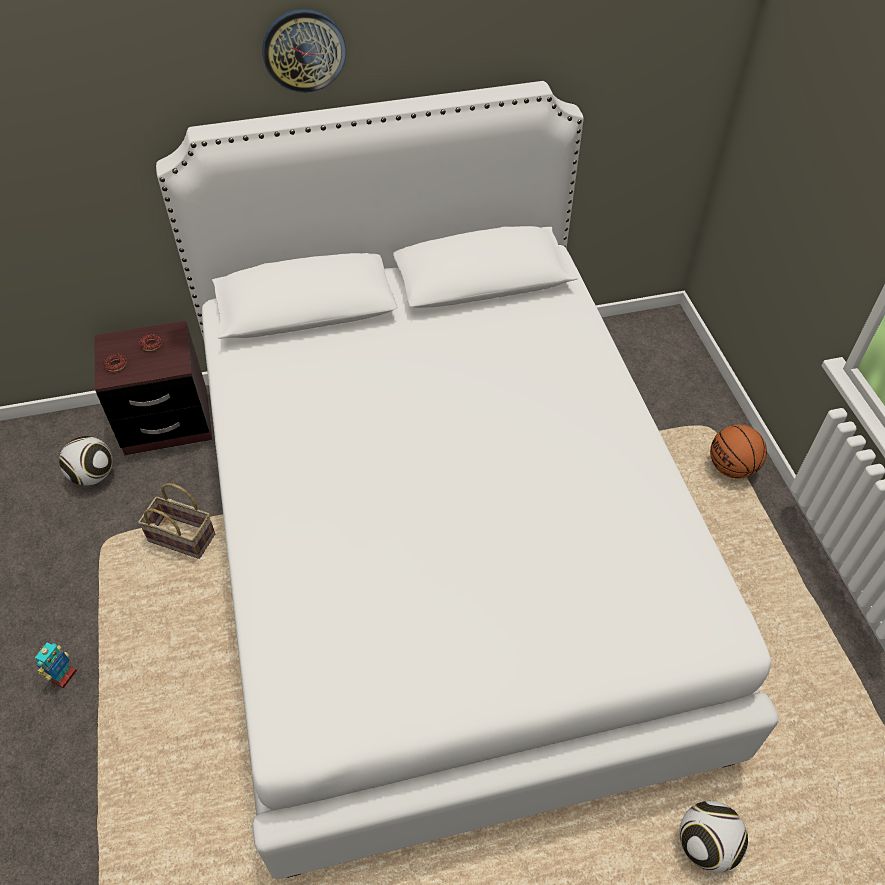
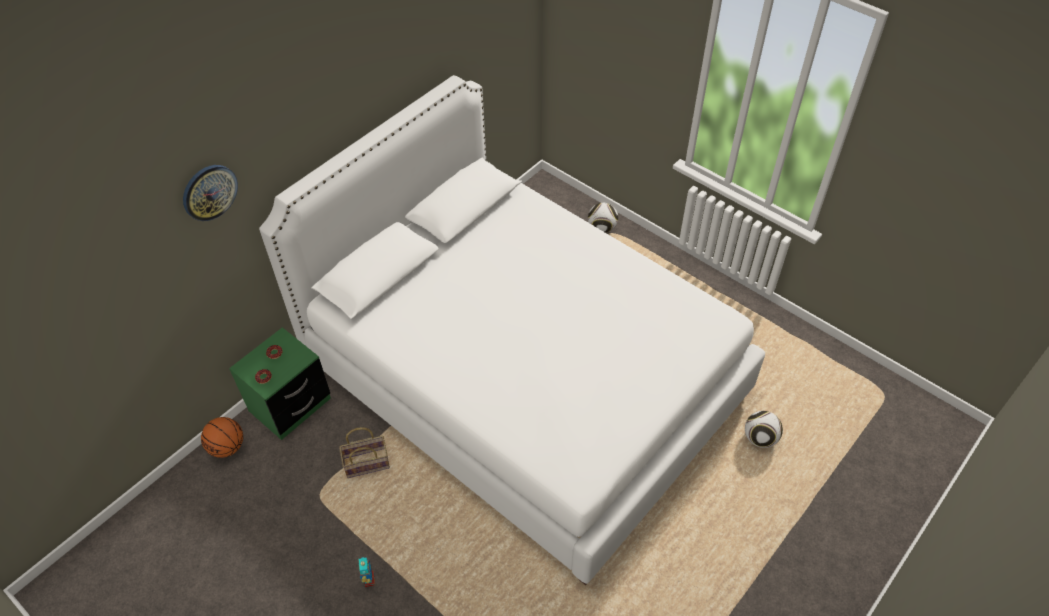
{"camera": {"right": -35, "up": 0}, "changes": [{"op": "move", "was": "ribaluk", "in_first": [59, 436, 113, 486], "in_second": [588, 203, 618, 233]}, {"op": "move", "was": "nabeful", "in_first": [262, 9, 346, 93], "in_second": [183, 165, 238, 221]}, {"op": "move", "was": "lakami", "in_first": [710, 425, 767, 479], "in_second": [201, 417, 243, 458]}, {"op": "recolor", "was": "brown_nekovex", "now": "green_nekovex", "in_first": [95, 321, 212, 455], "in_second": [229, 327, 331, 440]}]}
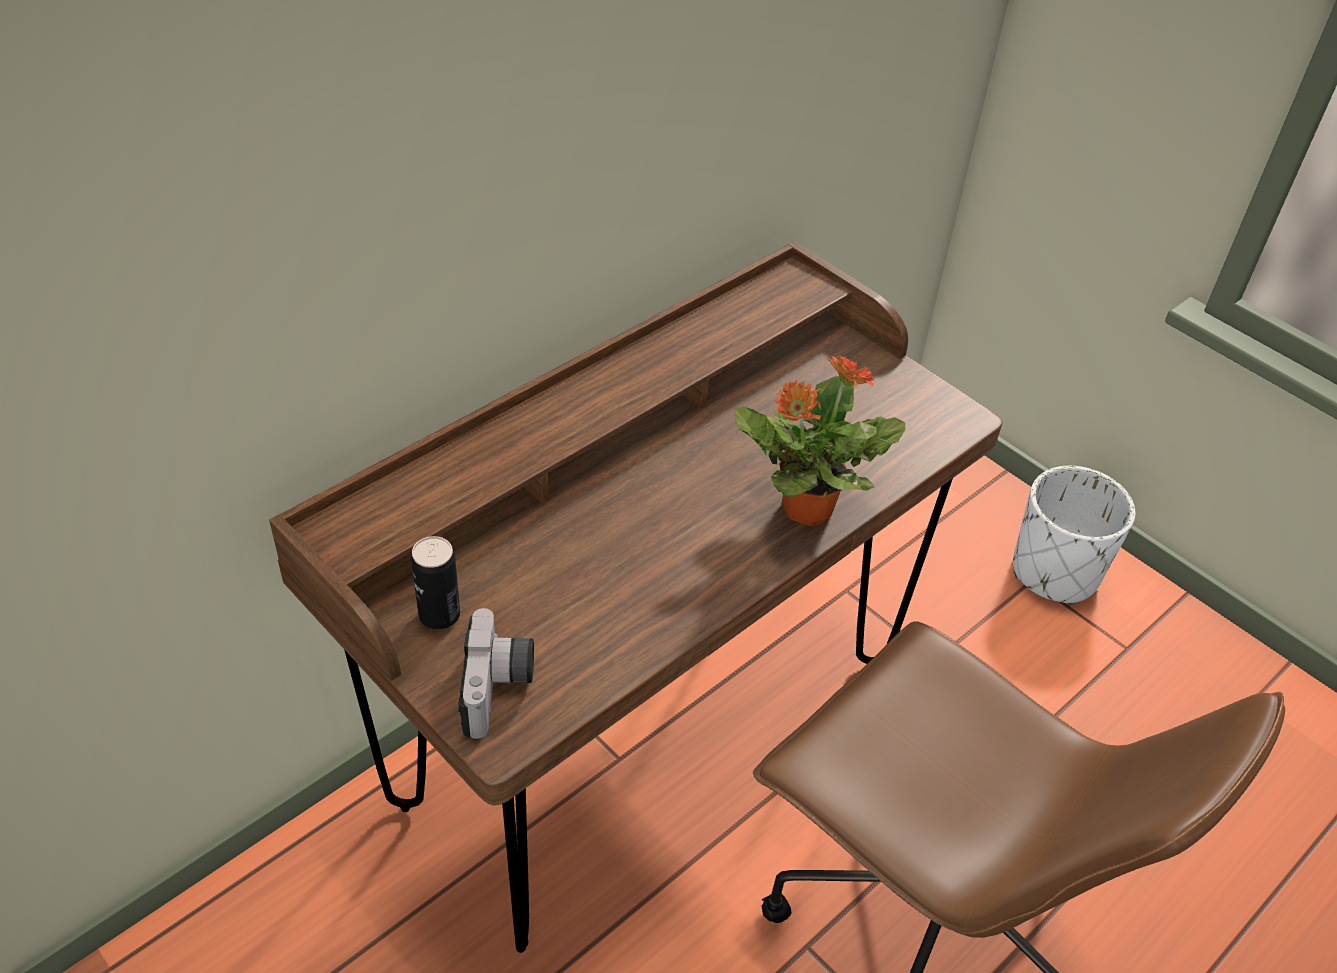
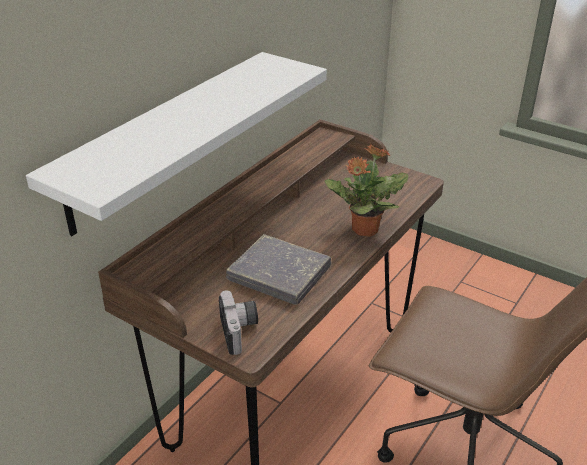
{"camera": {"right": -10, "up": -10}, "changes": [{"op": "delete", "was": "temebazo", "in_first": [411, 536, 460, 629]}, {"op": "delete", "was": "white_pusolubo", "in_first": [1013, 466, 1135, 605]}, {"op": "insert", "now": "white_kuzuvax", "in_second": [26, 52, 327, 236]}, {"op": "insert", "now": "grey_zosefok", "in_second": [226, 234, 331, 305]}]}
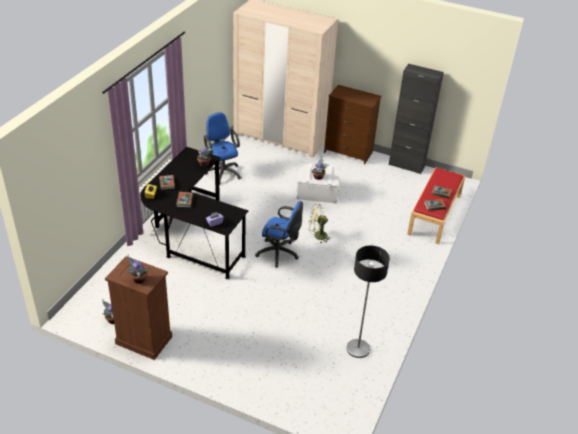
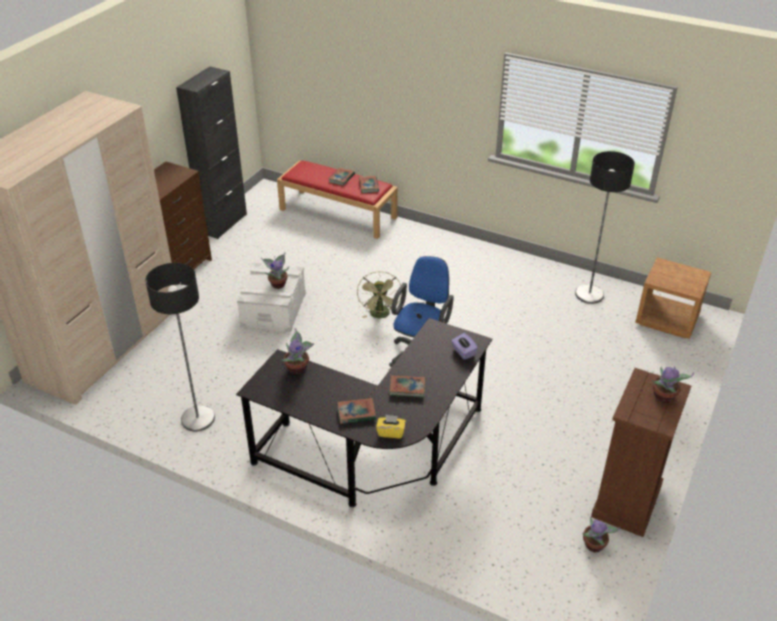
{"camera": {"right": -85, "up": 0}, "changes": [{"op": "insert", "now": "brown_nekovex", "in_second": [635, 258, 712, 339]}, {"op": "replace", "was": "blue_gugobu", "now": "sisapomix", "in_first": [204, 112, 241, 184], "in_second": [145, 263, 215, 431]}]}
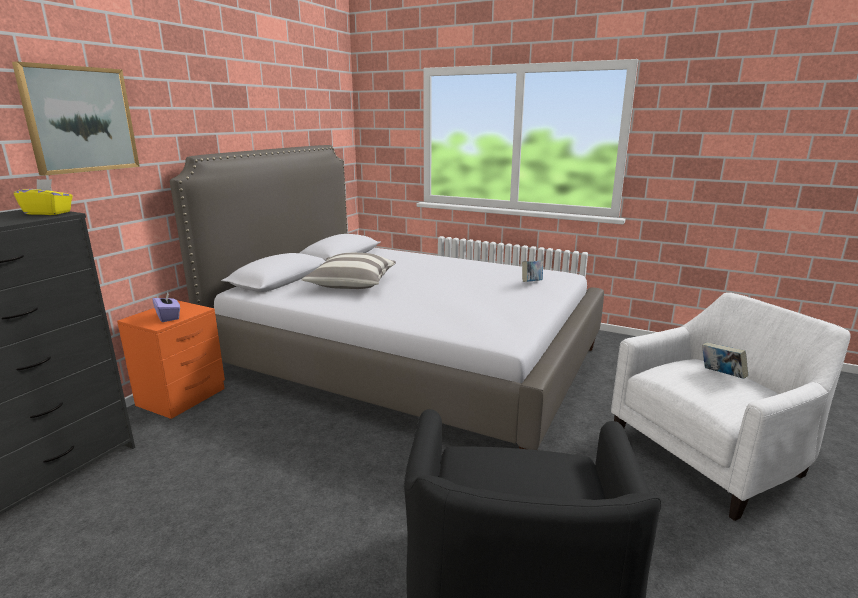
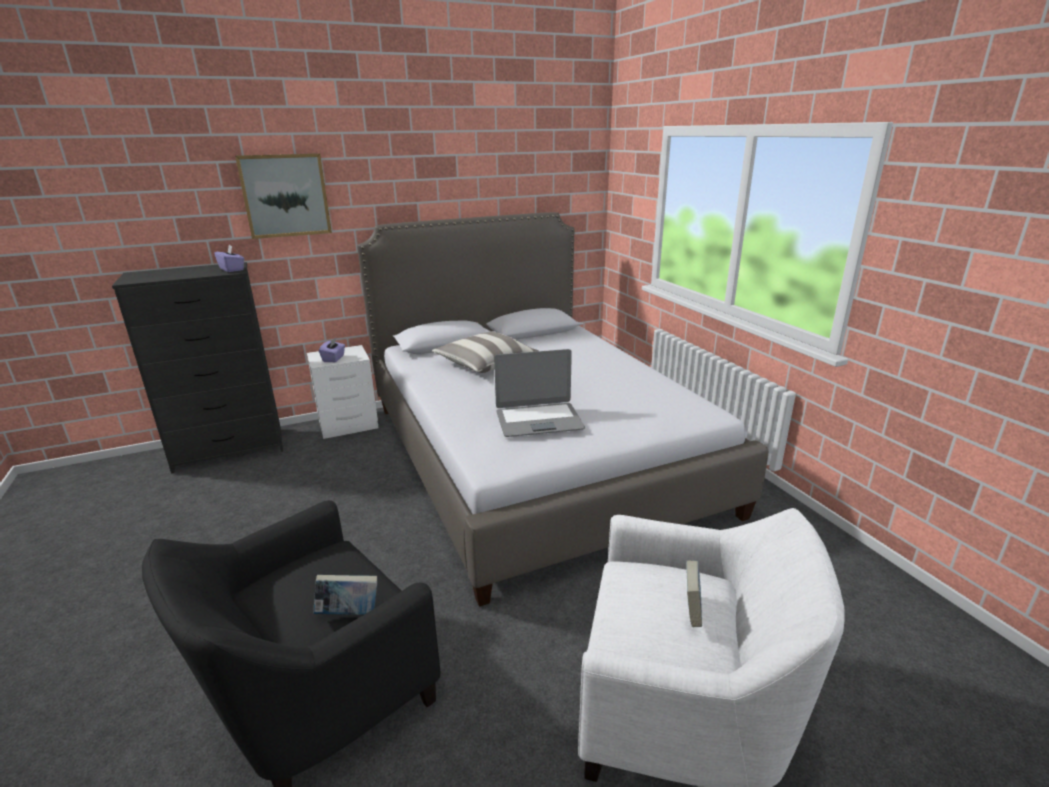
{"camera": {"right": 40, "up": 5}, "changes": [{"op": "insert", "now": "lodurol", "in_second": [494, 349, 585, 437]}, {"op": "move", "was": "zosefok", "in_first": [522, 261, 543, 282], "in_second": [313, 575, 377, 615]}, {"op": "recolor", "was": "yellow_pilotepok", "now": "purple_pilotepok", "in_first": [14, 179, 73, 215], "in_second": [214, 245, 244, 272]}, {"op": "recolor", "was": "orange_nekovex", "now": "white_nekovex", "in_first": [117, 300, 225, 419], "in_second": [307, 345, 379, 439]}]}
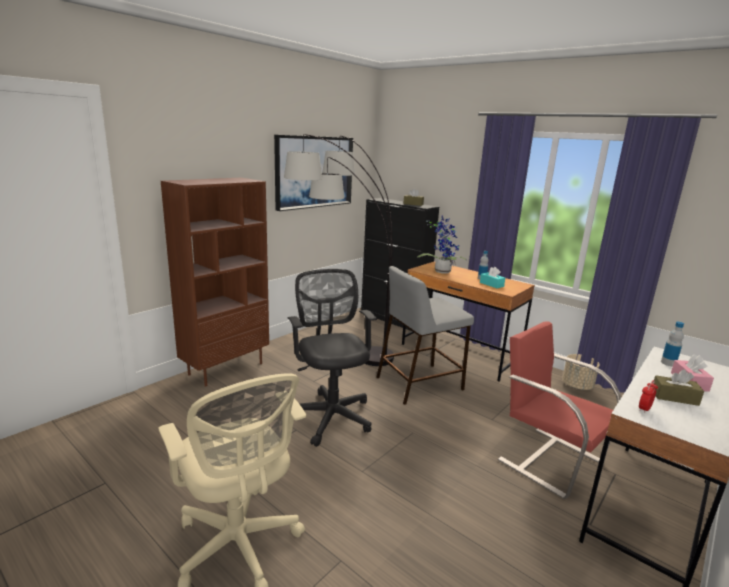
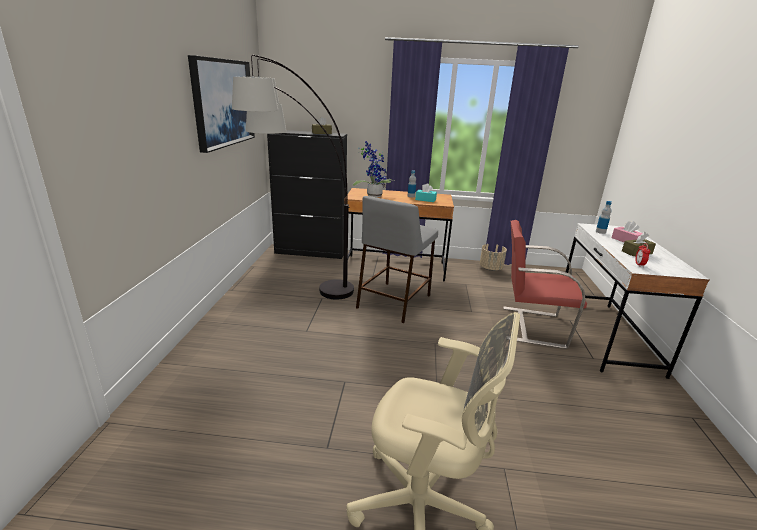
{"camera": {"right": -35, "up": 5}, "changes": [{"op": "delete", "was": "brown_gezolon", "in_first": [161, 178, 269, 387]}, {"op": "delete", "was": "black_gugobu", "in_first": [287, 269, 377, 447]}]}
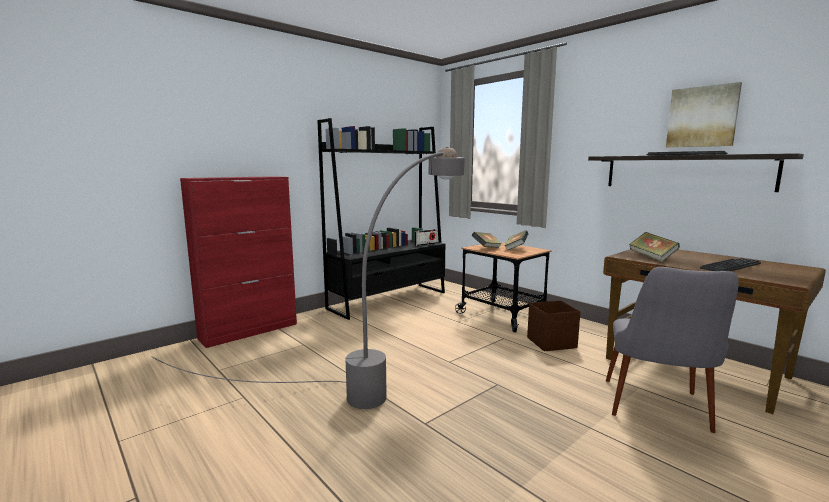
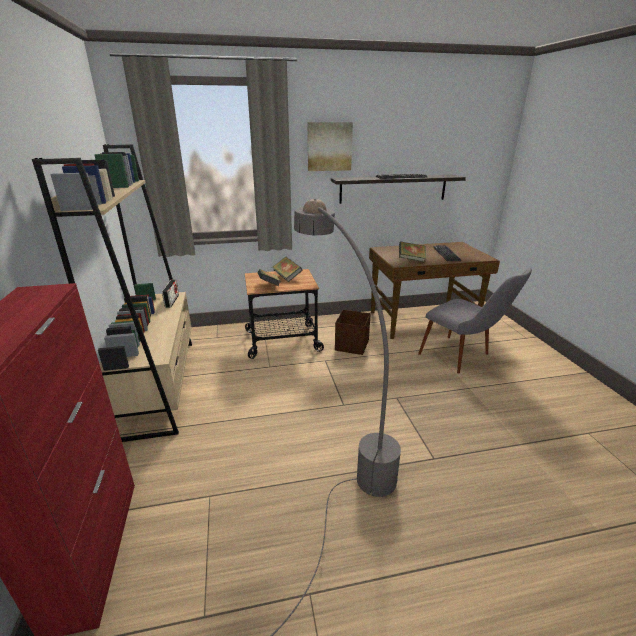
{"camera": {"right": -60, "up": 15}, "changes": [{"op": "move", "was": "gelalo", "in_first": [666, 82, 742, 148], "in_second": [308, 122, 353, 171]}, {"op": "recolor", "was": "black_gezolon", "now": "beige_gezolon", "in_first": [317, 118, 445, 320], "in_second": [32, 144, 192, 442]}]}
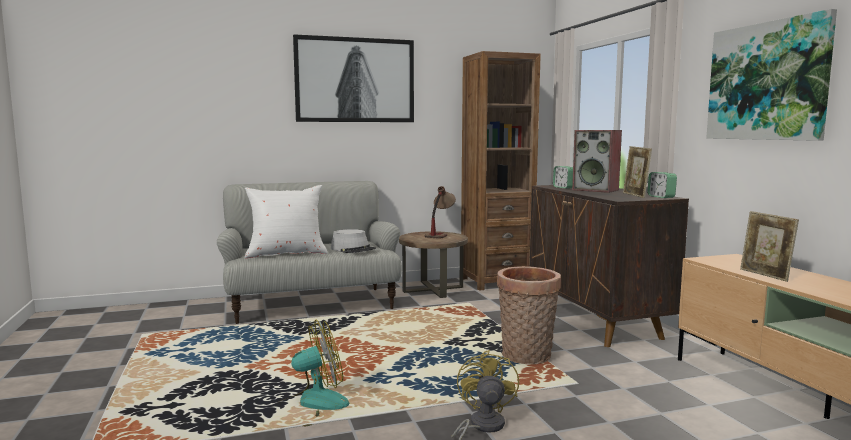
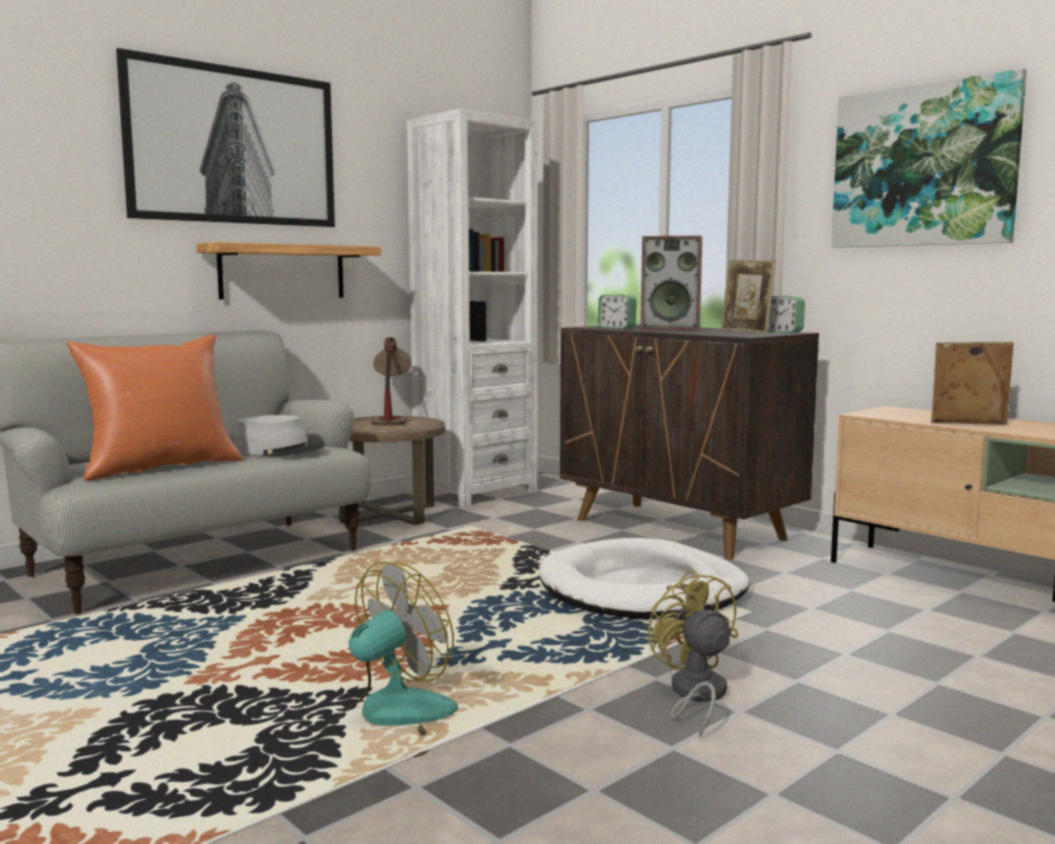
{"camera": {"right": -25, "up": 0}, "changes": [{"op": "insert", "now": "kuzuvax", "in_second": [196, 242, 381, 299]}, {"op": "replace", "was": "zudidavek", "now": "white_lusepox", "in_first": [497, 266, 561, 364], "in_second": [539, 538, 749, 619]}, {"op": "recolor", "was": "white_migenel", "now": "orange_migenel", "in_first": [245, 185, 328, 258], "in_second": [66, 334, 243, 481]}, {"op": "recolor", "was": "brown_gezolon", "now": "white_gezolon", "in_first": [461, 51, 541, 291], "in_second": [407, 109, 538, 507]}, {"op": "rotate", "was": "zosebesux", "in_first": [740, 211, 799, 282], "in_second": [931, 342, 1014, 425], "clockwise": 150}]}
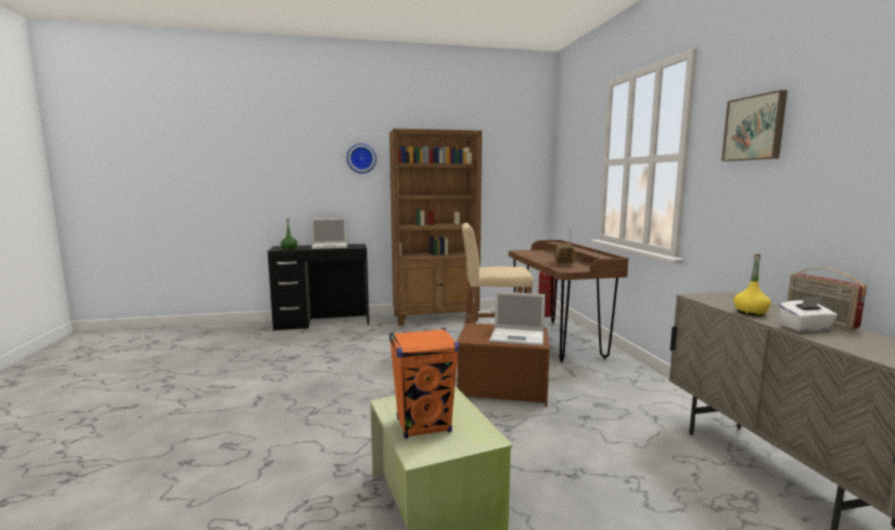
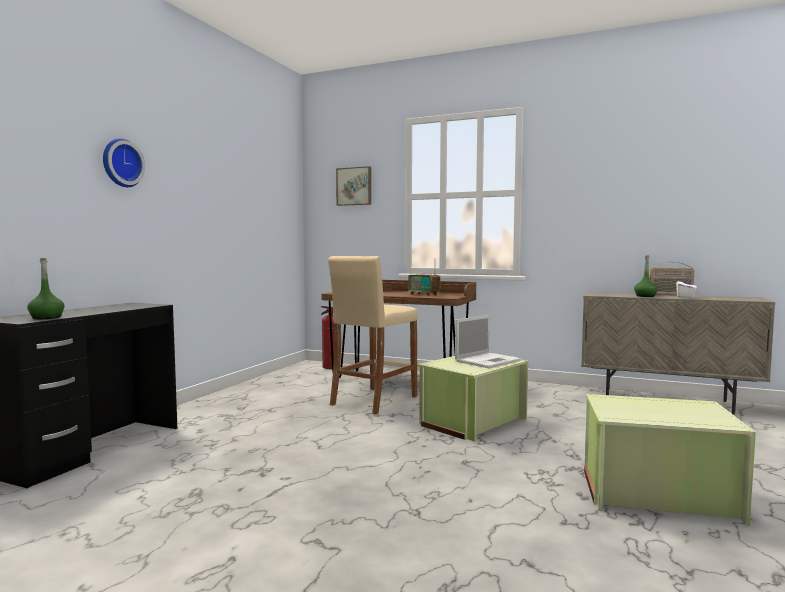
{"camera": {"right": -55, "up": -5}, "changes": [{"op": "delete", "was": "lodurol", "in_first": [311, 218, 347, 249]}, {"op": "delete", "was": "brown_gezolon", "in_first": [389, 128, 482, 326]}, {"op": "delete", "was": "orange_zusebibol", "in_first": [389, 328, 459, 439]}, {"op": "move", "was": "gelalo", "in_first": [722, 90, 788, 161], "in_second": [336, 166, 371, 206]}, {"op": "recolor", "was": "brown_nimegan", "now": "green_nimegan", "in_first": [457, 323, 550, 407], "in_second": [417, 356, 528, 442]}, {"op": "recolor", "was": "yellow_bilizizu", "now": "green_bilizizu", "in_first": [734, 254, 771, 316], "in_second": [634, 255, 658, 297]}]}
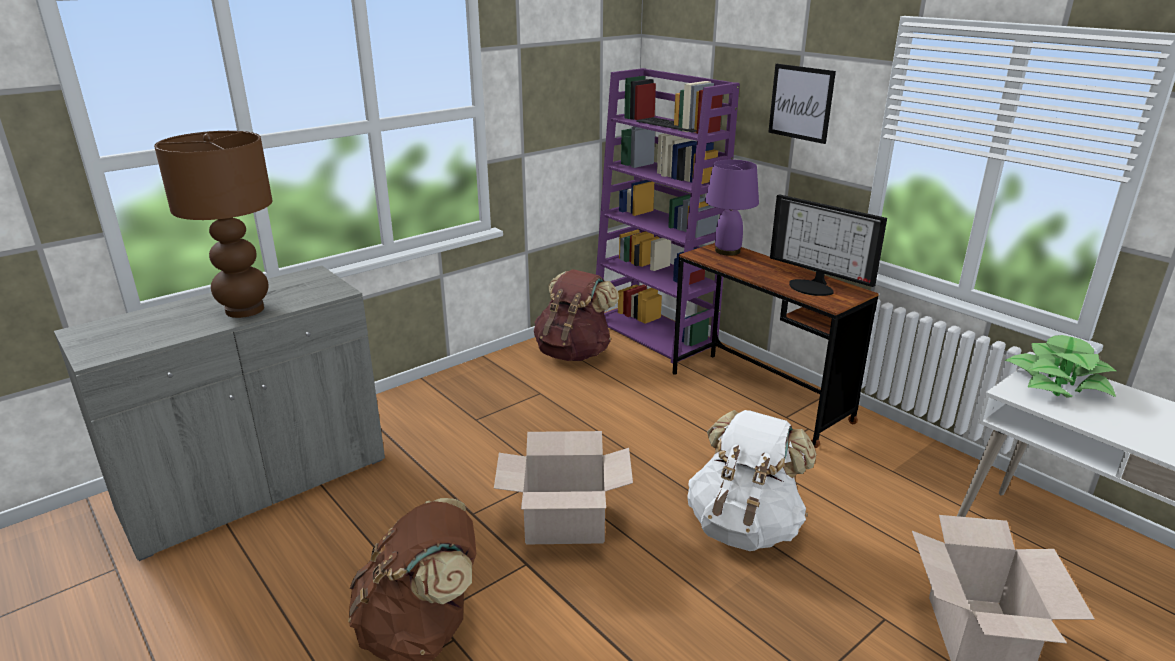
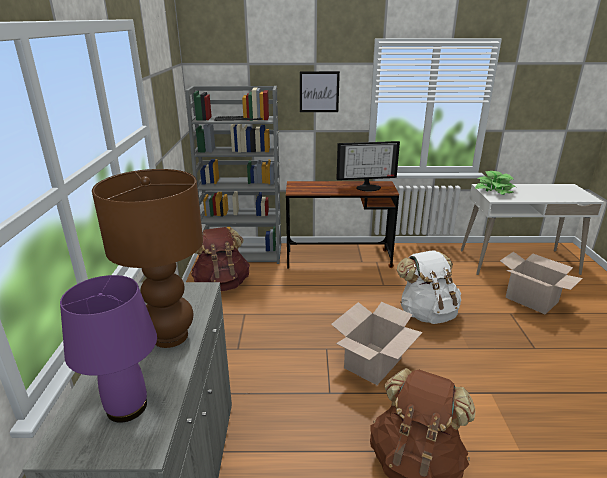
{"camera": {"right": -50, "up": 0}, "changes": [{"op": "move", "was": "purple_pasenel", "in_first": [705, 160, 759, 256], "in_second": [60, 275, 157, 423]}, {"op": "recolor", "was": "purple_gezolon", "now": "grey_gezolon", "in_first": [596, 68, 740, 364], "in_second": [185, 86, 281, 264]}]}
